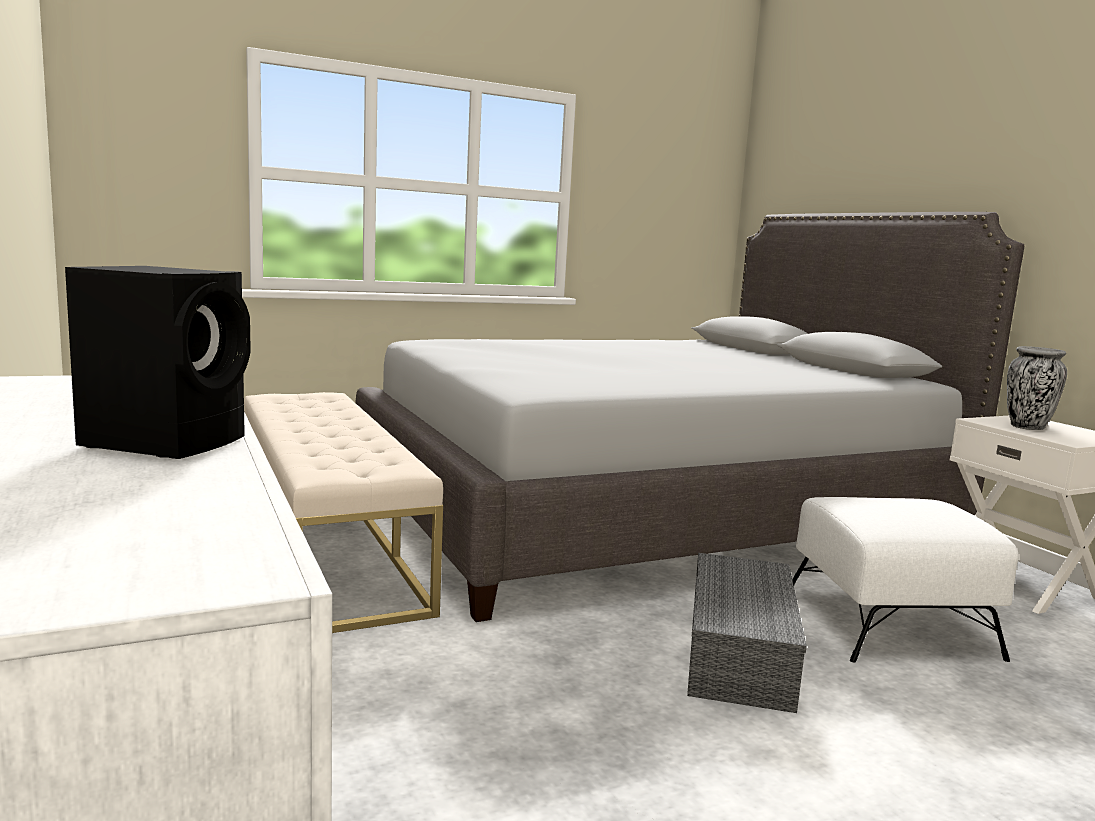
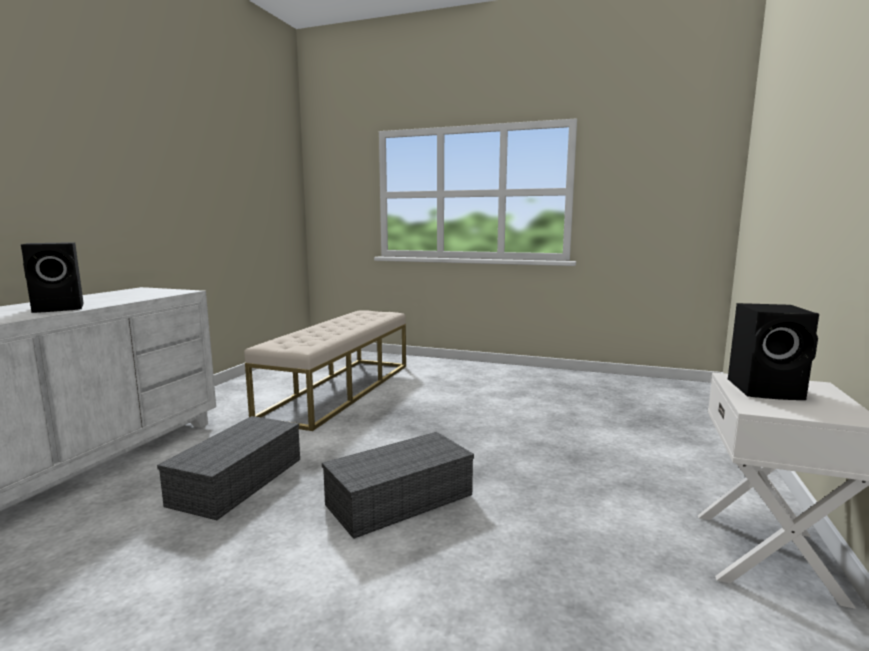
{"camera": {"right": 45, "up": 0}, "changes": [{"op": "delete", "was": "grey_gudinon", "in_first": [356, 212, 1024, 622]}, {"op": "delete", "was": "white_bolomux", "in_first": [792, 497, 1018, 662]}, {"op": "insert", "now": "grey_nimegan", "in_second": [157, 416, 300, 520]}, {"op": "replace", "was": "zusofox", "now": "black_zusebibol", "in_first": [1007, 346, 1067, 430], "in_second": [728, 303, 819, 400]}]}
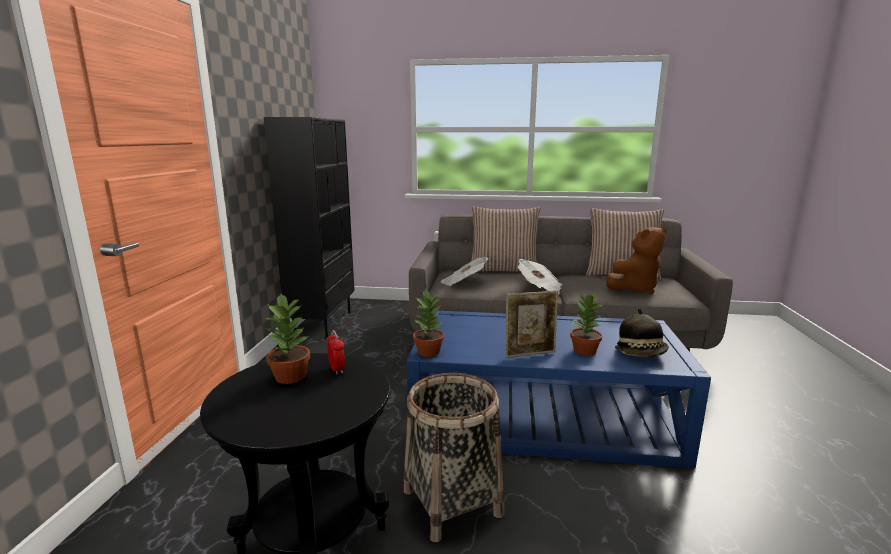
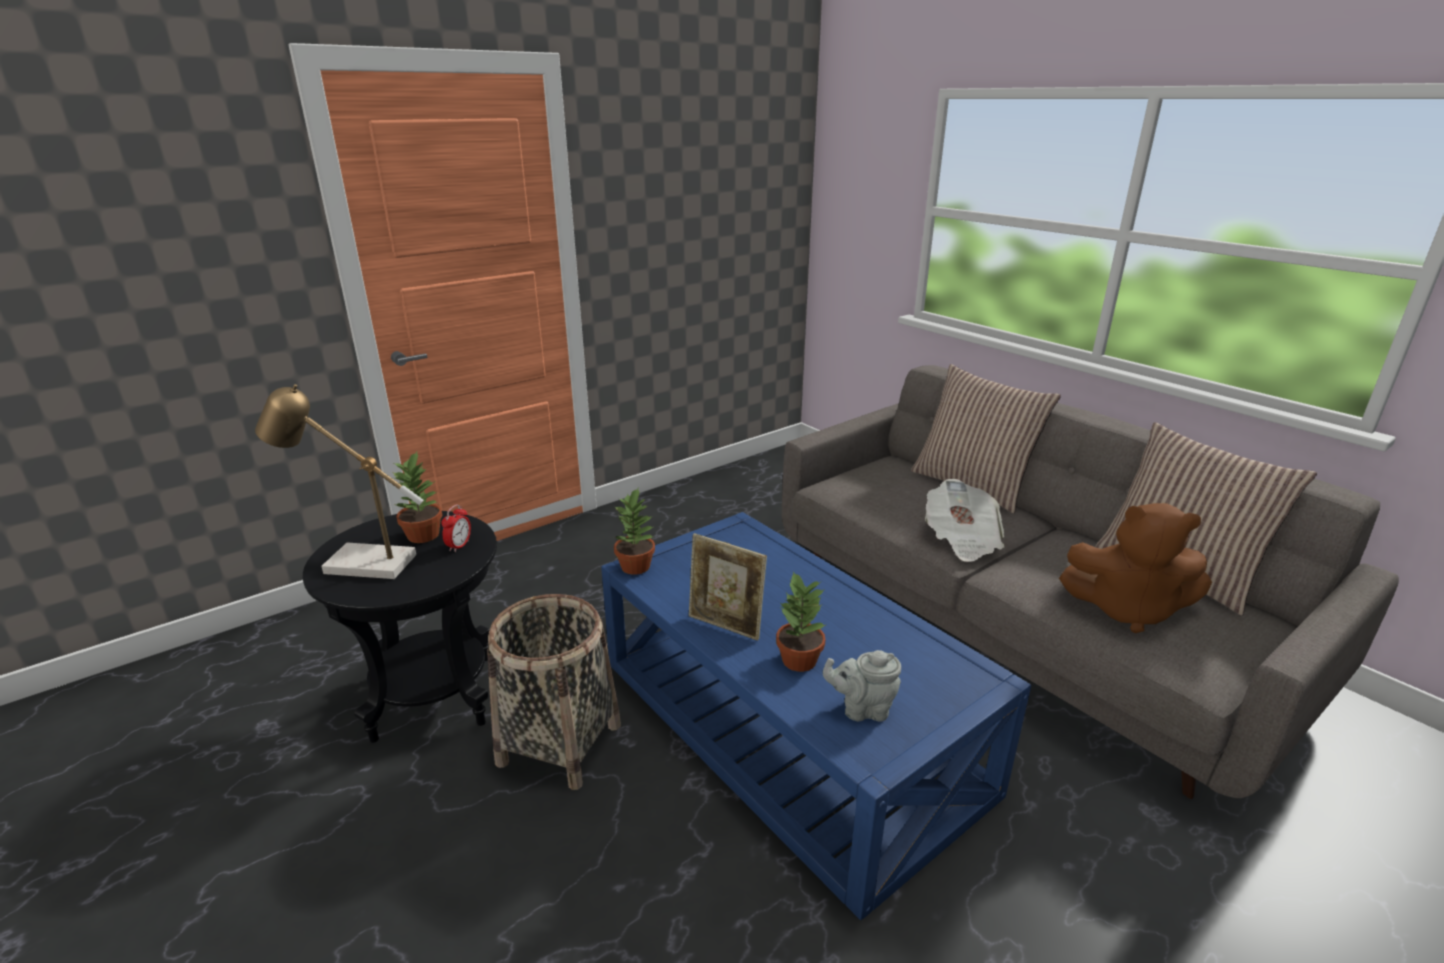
{"camera": {"right": 45, "up": 10}, "changes": [{"op": "delete", "was": "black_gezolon", "in_first": [264, 117, 355, 339]}, {"op": "delete", "was": "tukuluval", "in_first": [441, 257, 488, 286]}, {"op": "insert", "now": "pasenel", "in_second": [255, 384, 424, 579]}, {"op": "replace", "was": "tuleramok", "now": "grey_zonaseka", "in_first": [615, 308, 669, 357], "in_second": [823, 650, 901, 722]}]}
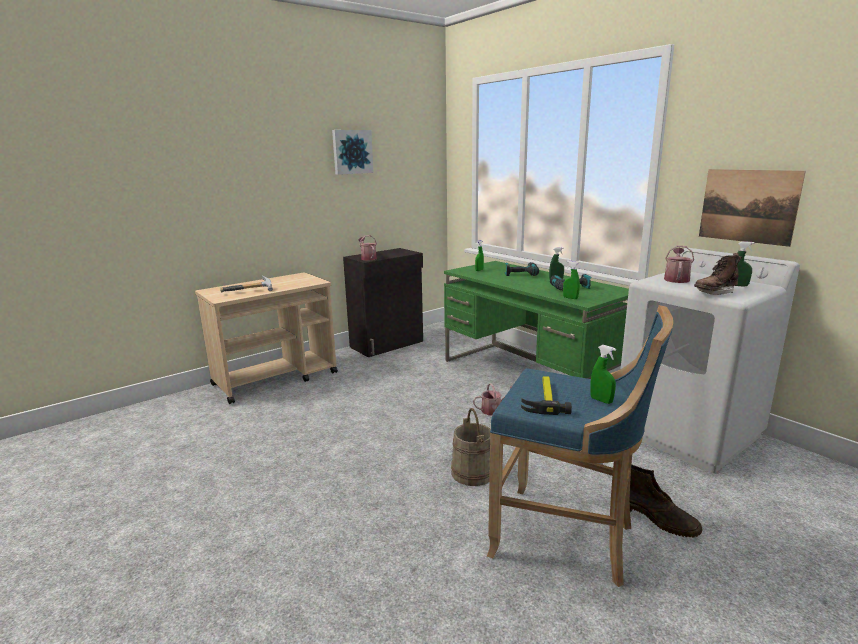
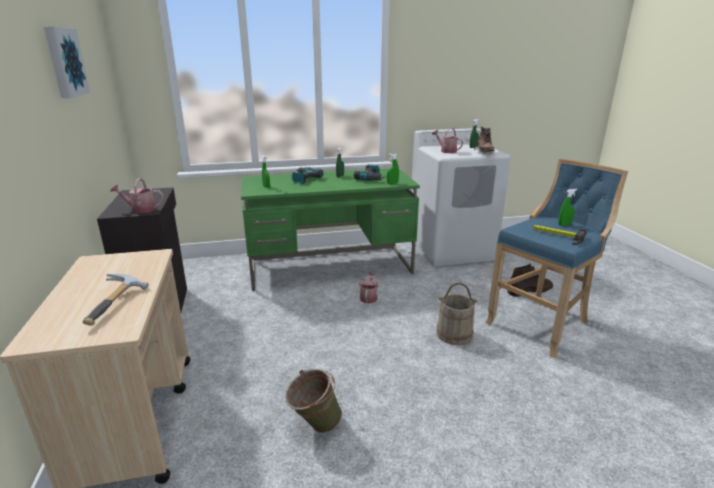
{"camera": {"right": -65, "up": 5}, "changes": [{"op": "delete", "was": "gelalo", "in_first": [699, 169, 806, 247]}, {"op": "insert", "now": "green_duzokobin", "in_second": [285, 369, 342, 433]}]}
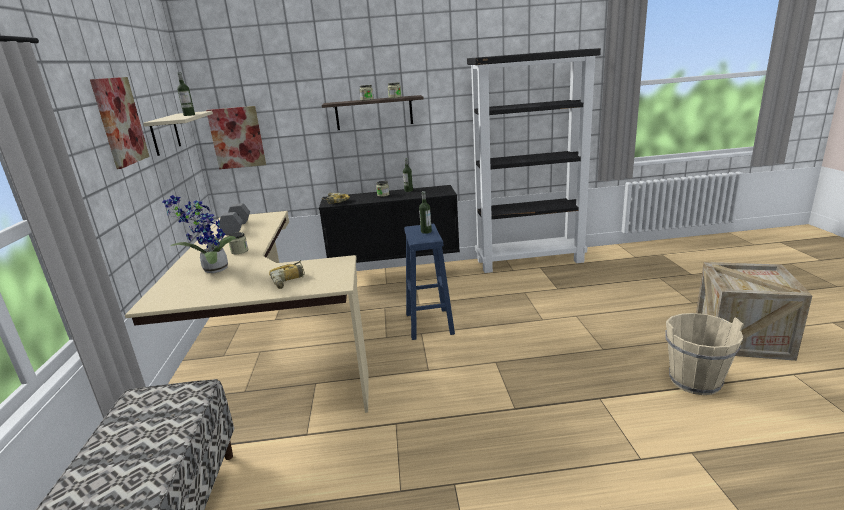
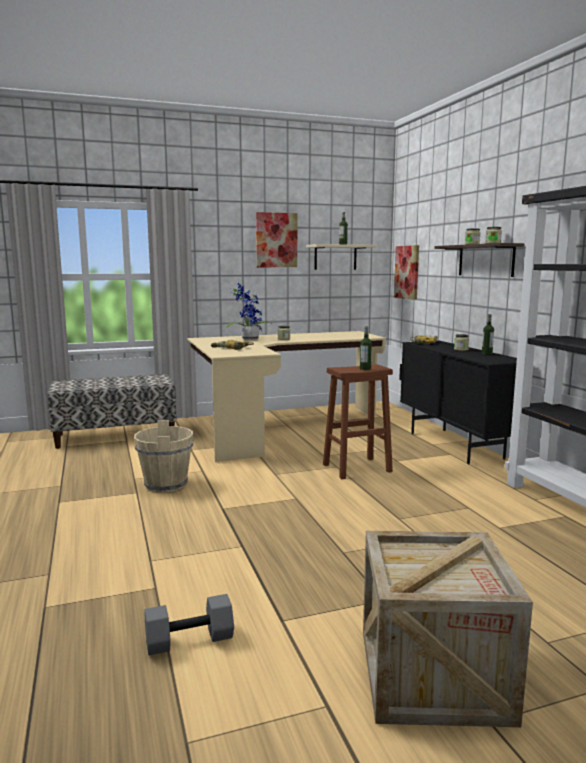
{"camera": {"right": 75, "up": -10}, "changes": [{"op": "move", "was": "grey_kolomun", "in_first": [219, 203, 250, 235], "in_second": [145, 594, 234, 656]}, {"op": "move", "was": "beige_duzokobin", "in_first": [665, 313, 744, 395], "in_second": [134, 420, 193, 493]}, {"op": "recolor", "was": "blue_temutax", "now": "brown_temutax", "in_first": [404, 224, 455, 340], "in_second": [323, 364, 393, 479]}]}
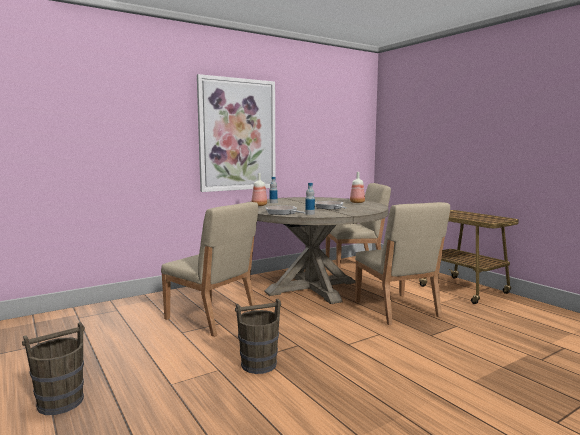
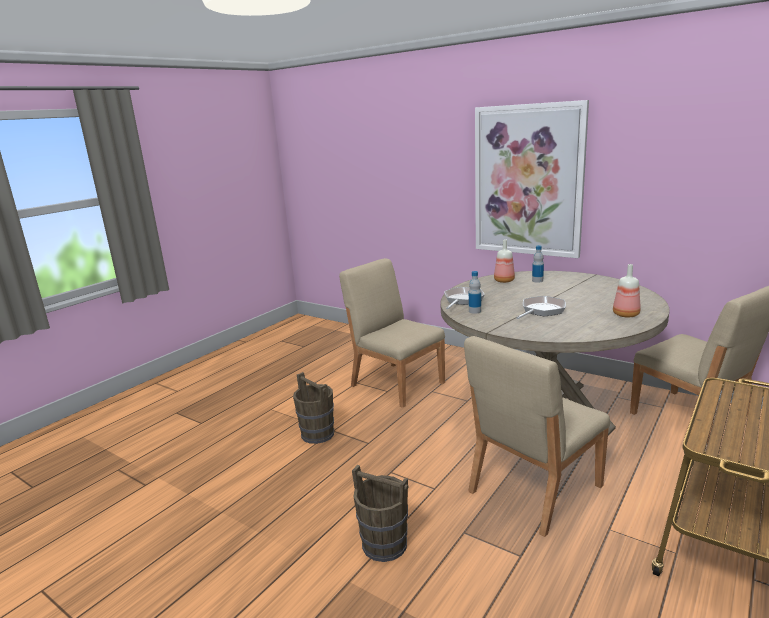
{"camera": {"right": 70, "up": 10}, "changes": [{"op": "move", "was": "brown_duzokobin", "in_first": [22, 322, 85, 415], "in_second": [352, 465, 409, 562]}, {"op": "rotate", "was": "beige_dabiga", "in_first": [161, 202, 258, 337], "in_second": [339, 258, 445, 408], "clockwise": 120}]}
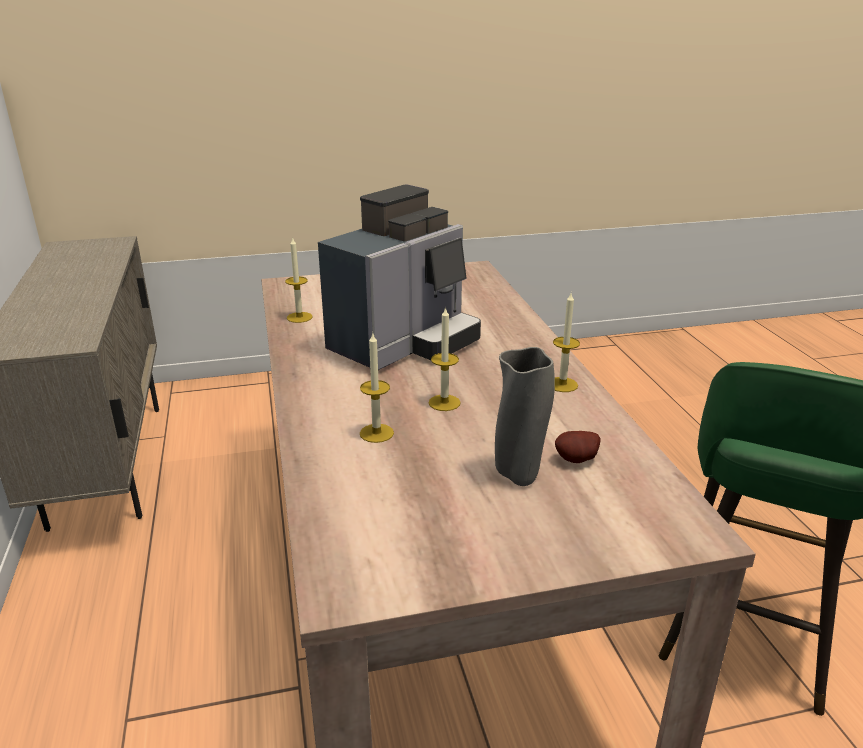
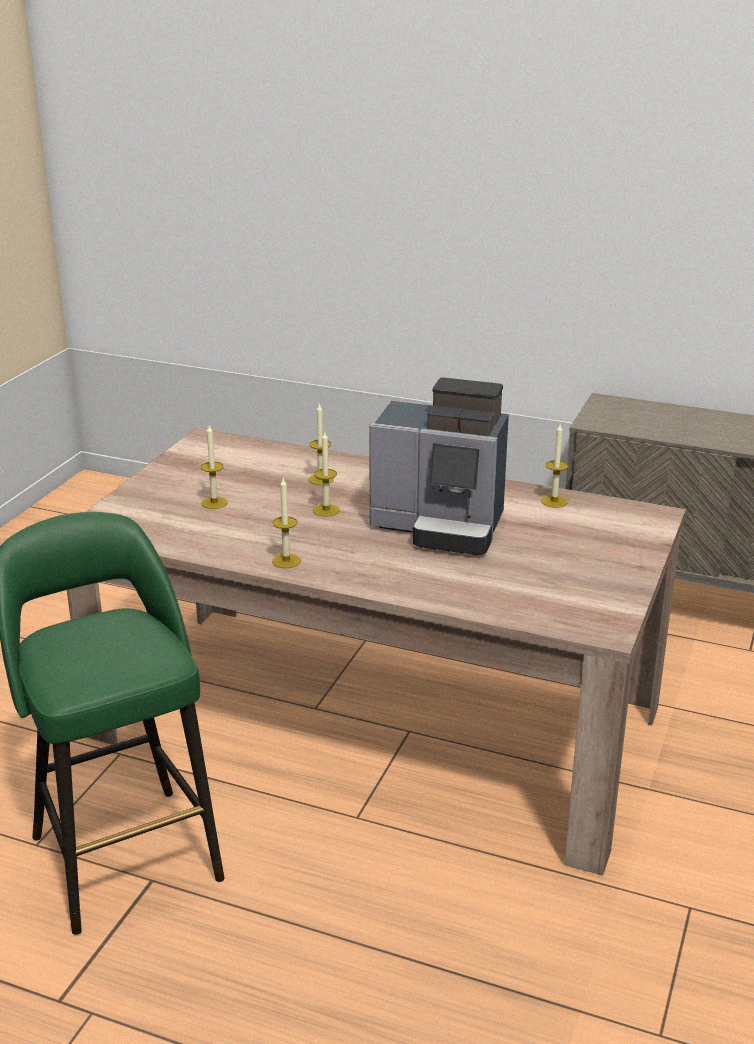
{"camera": {"right": 125, "up": 0}, "changes": [{"op": "delete", "was": "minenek", "in_first": [555, 431, 601, 463]}, {"op": "replace", "was": "grey_zusofox", "now": "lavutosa", "in_first": [495, 347, 555, 486], "in_second": [201, 425, 228, 509]}, {"op": "rotate", "was": "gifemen", "in_first": [318, 185, 481, 370], "in_second": [369, 378, 509, 555], "clockwise": -60}]}
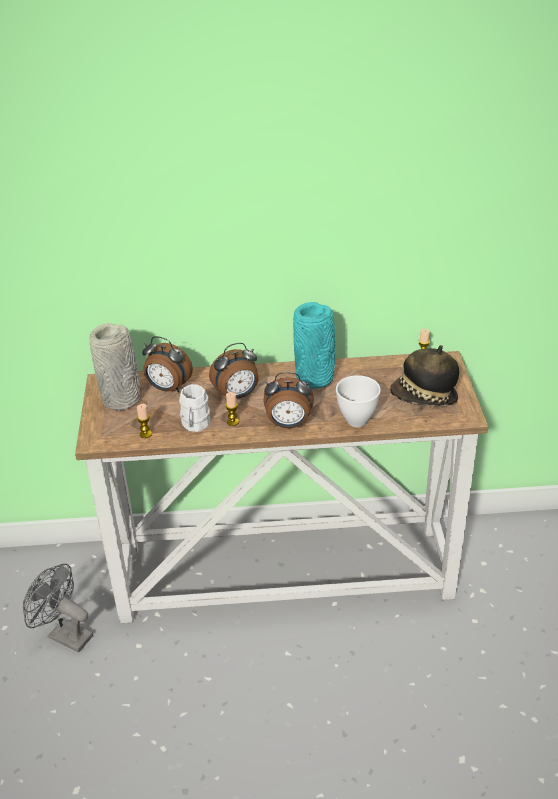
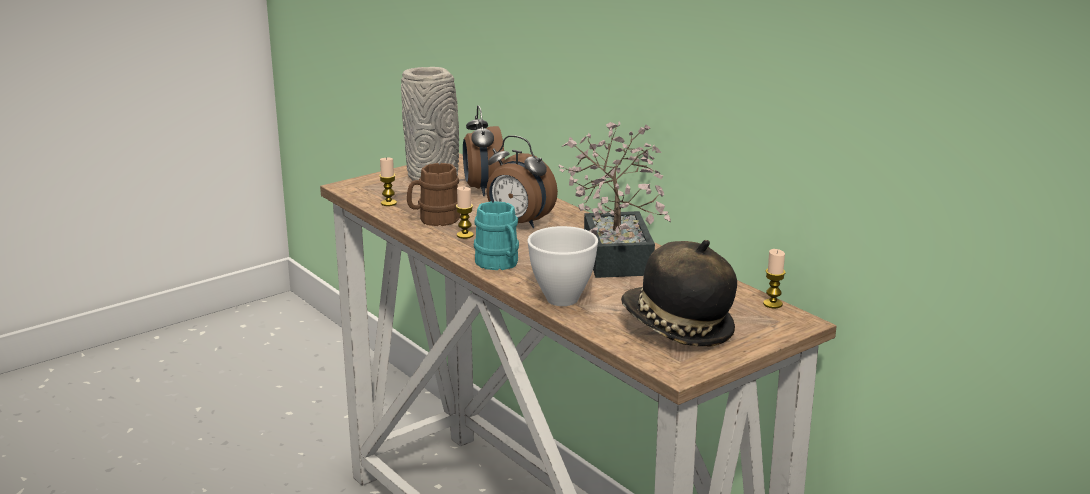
{"camera": {"right": 55, "up": -15}, "changes": [{"op": "delete", "was": "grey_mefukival", "in_first": [23, 564, 93, 652]}, {"op": "replace", "was": "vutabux", "now": "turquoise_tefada", "in_first": [264, 372, 314, 428], "in_second": [474, 201, 519, 270]}, {"op": "replace", "was": "turquoise_zusofox", "now": "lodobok", "in_first": [293, 302, 335, 389], "in_second": [559, 122, 671, 278]}, {"op": "recolor", "was": "white_tefada", "now": "brown_tefada", "in_first": [179, 384, 210, 432], "in_second": [407, 163, 460, 226]}]}
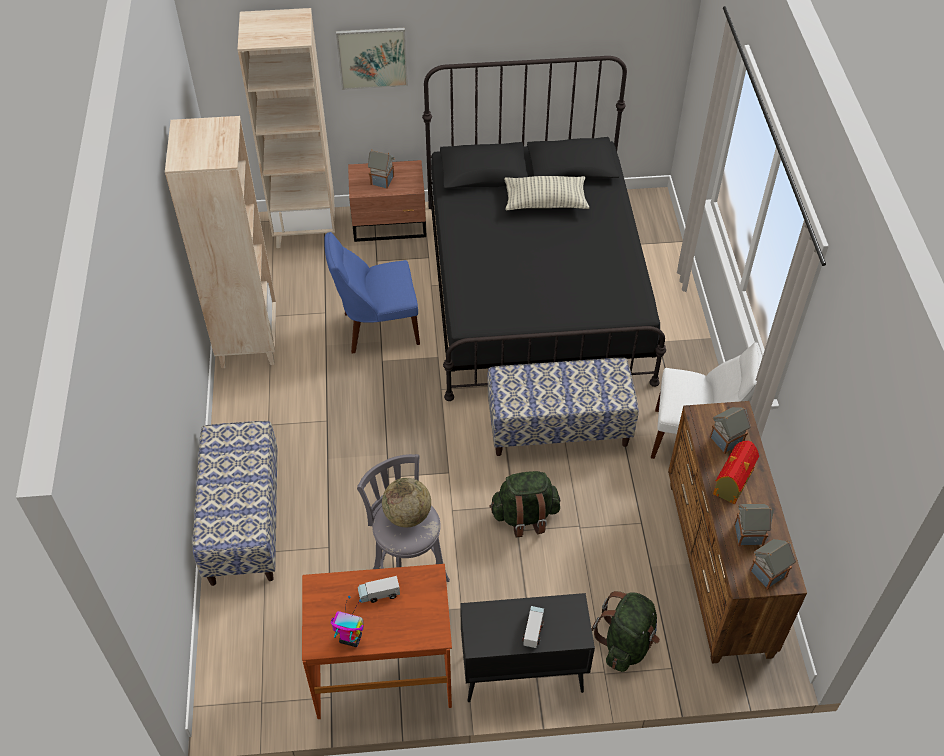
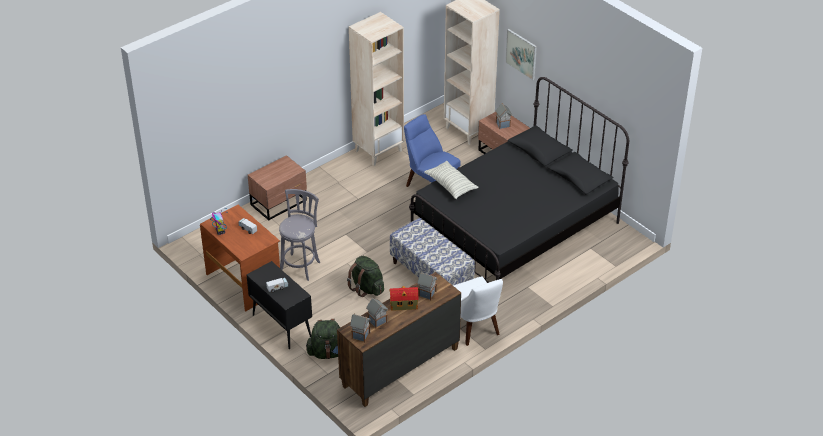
{"camera": {"right": 55, "up": -10}, "changes": [{"op": "delete", "was": "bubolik", "in_first": [382, 478, 431, 527]}, {"op": "move", "was": "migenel", "in_first": [504, 176, 590, 210], "in_second": [424, 161, 478, 199]}, {"op": "replace", "was": "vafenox", "now": "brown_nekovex", "in_first": [193, 421, 278, 586], "in_second": [248, 155, 307, 220]}]}
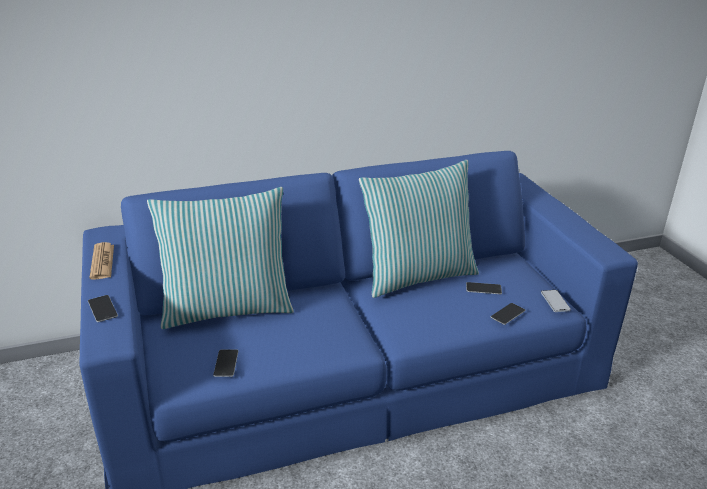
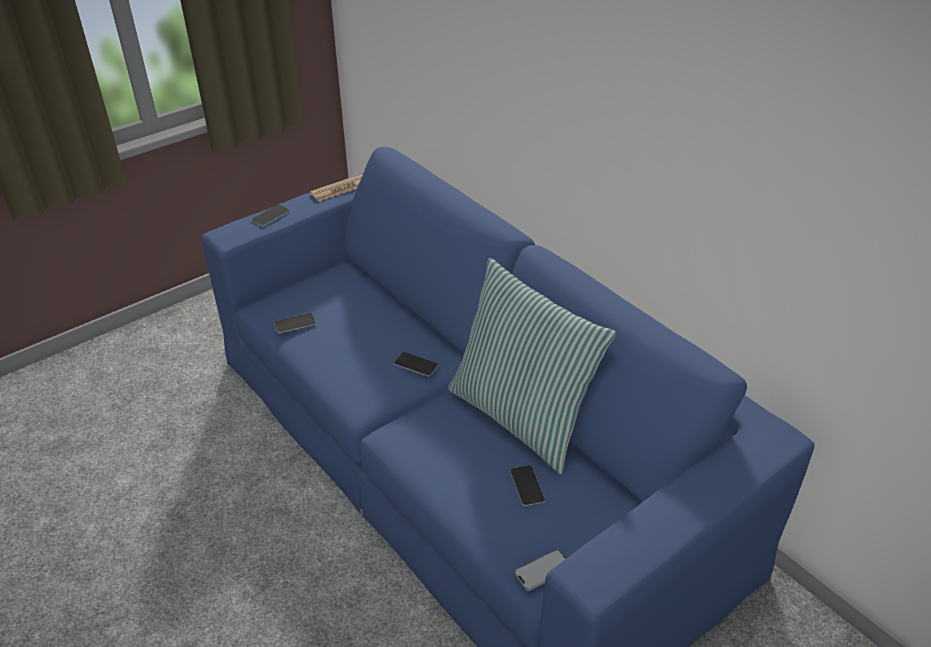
{"camera": {"right": 70, "up": 10}, "changes": [{"op": "delete", "was": "migenel", "in_first": [147, 187, 294, 329]}, {"op": "move", "was": "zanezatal", "in_first": [491, 303, 525, 325], "in_second": [393, 352, 439, 376]}]}
